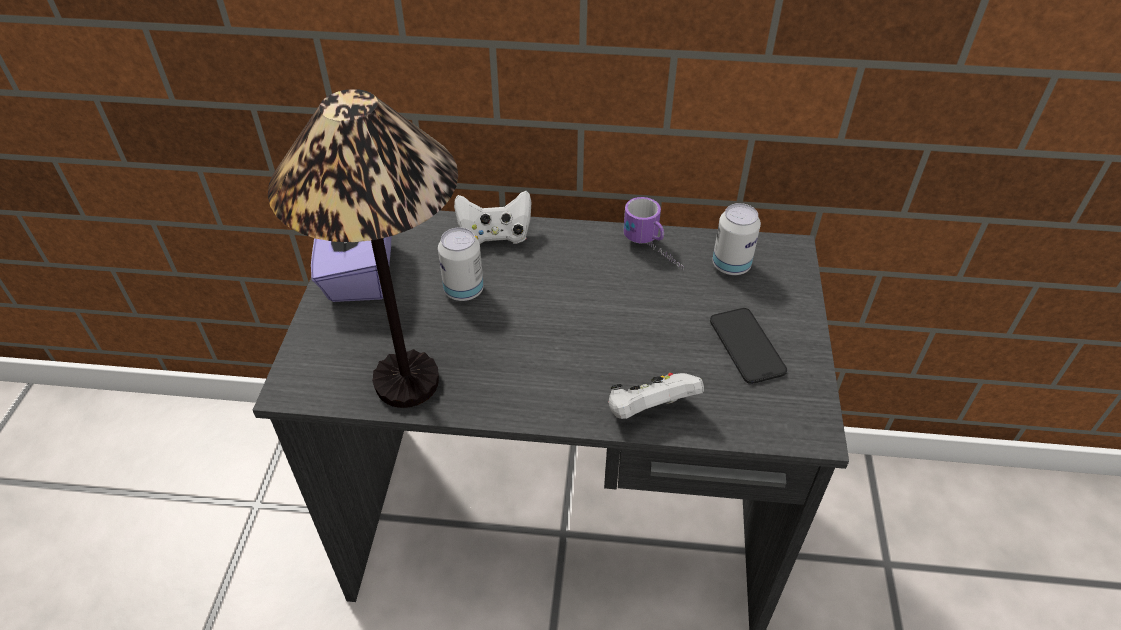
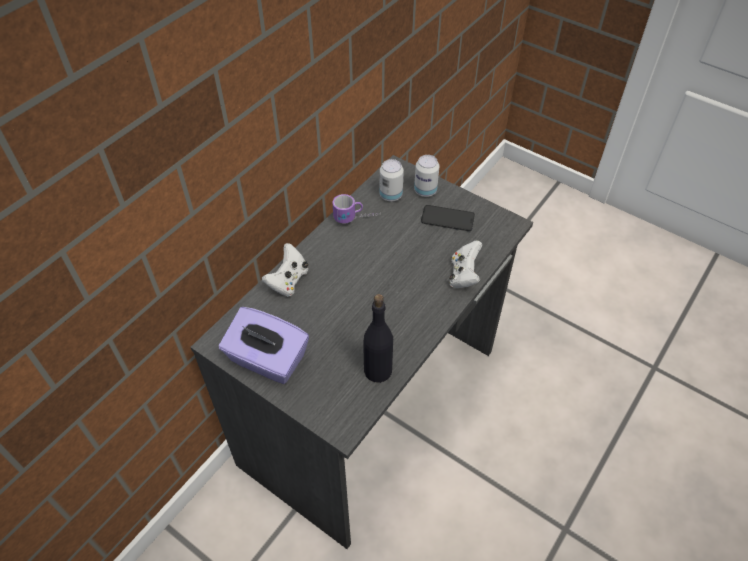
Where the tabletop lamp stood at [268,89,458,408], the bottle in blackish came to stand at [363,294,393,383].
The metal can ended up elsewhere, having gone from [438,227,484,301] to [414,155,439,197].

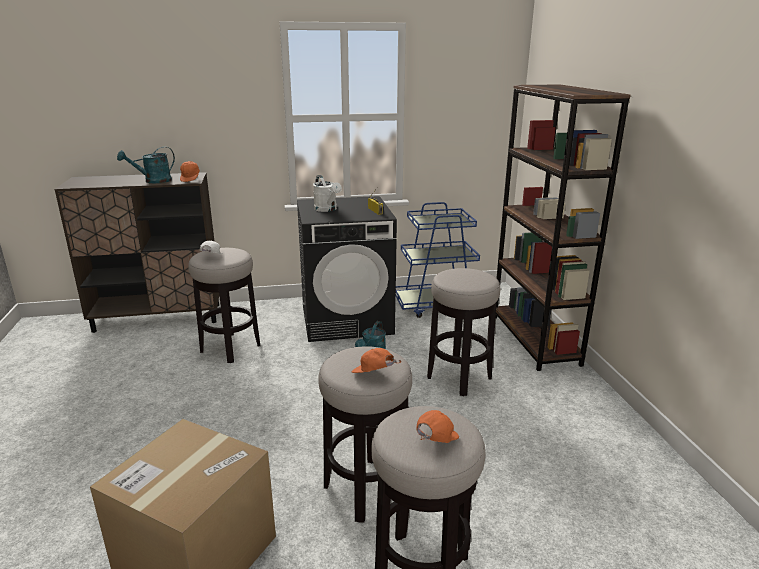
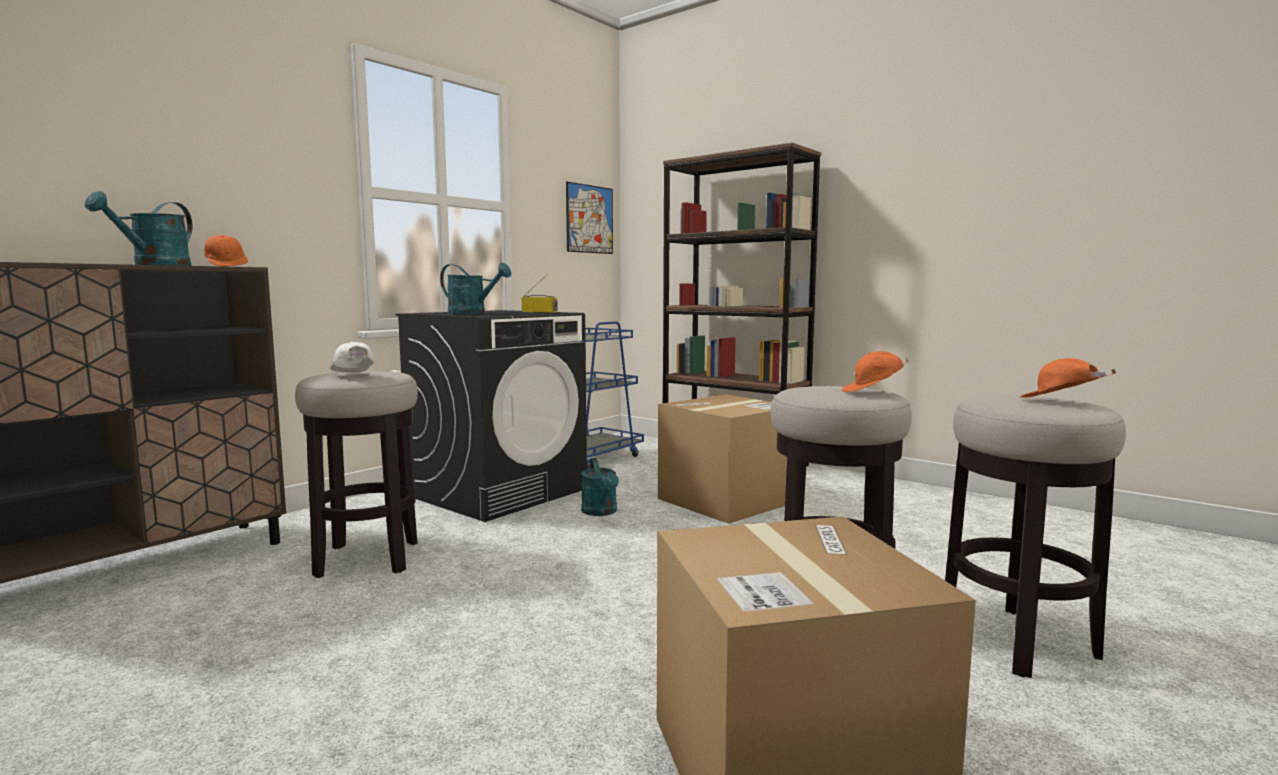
What was the watering can in white at [313,175,342,212] turned into the watering can in turquoise-coloured at [440,263,511,314].
The peaked cap in orange-coloured at [416,410,459,443] ended up facing another way, 45 degrees counterclockwise from before.
Where the stool stood at [427,268,500,396], the packing box came to stand at [658,395,787,524].
The second view gained the picture at [566,182,613,254].

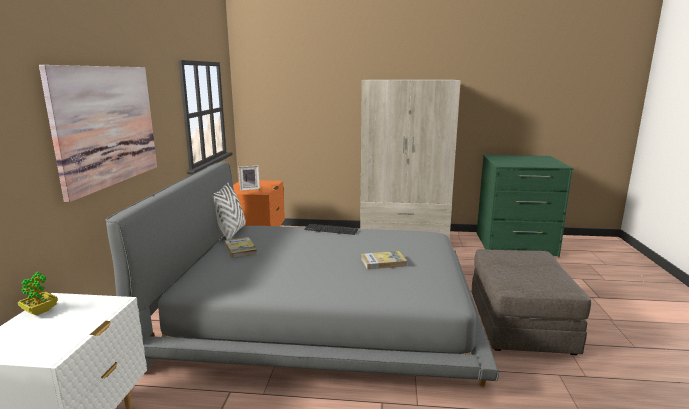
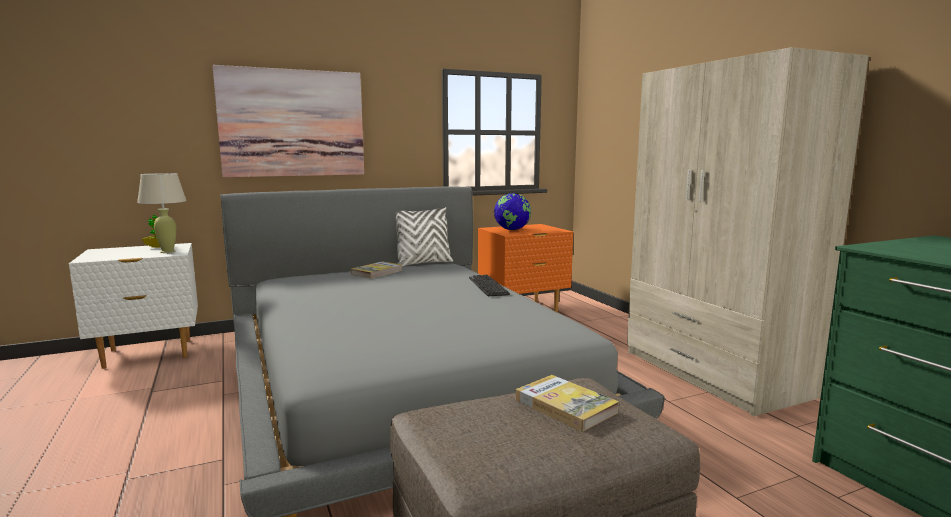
Where the picture frame stood at [238,166,260,191], the globe came to stand at [494,193,531,230].
The bound book ended up elsewhere, having gone from [361,251,407,270] to [516,375,619,432].
The second view gained the tabletop lamp in beige-coloured at [137,173,187,253].

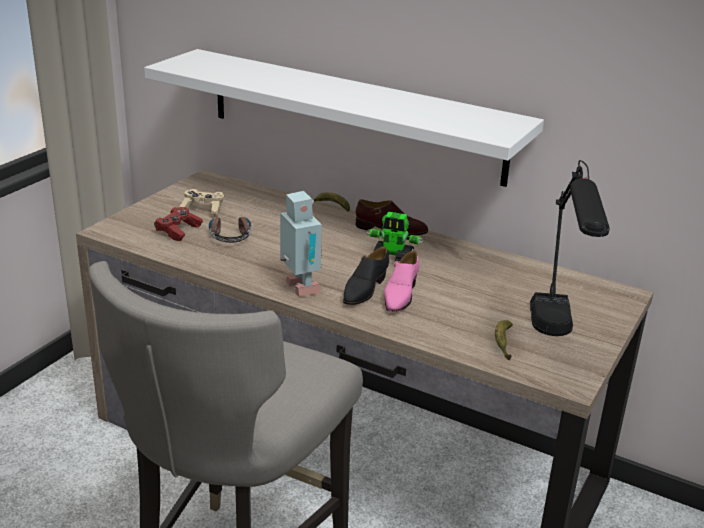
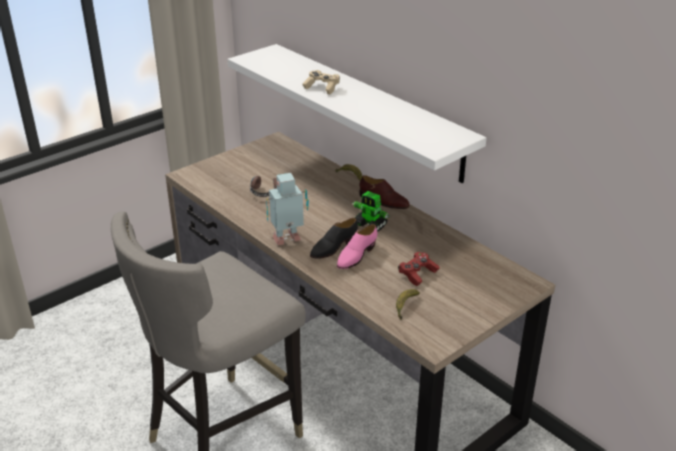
The gamepad in red ended up elsewhere, having gone from [154,207,203,241] to [398,252,440,286].
The gamepad in beige-coloured ended up elsewhere, having gone from [180,189,224,217] to [302,70,340,94].
The toy robot at [280,191,322,297] ended up facing another way, 105 degrees counterclockwise from before.
The second view lost the tabletop lamp in blackish at [530,160,609,336].

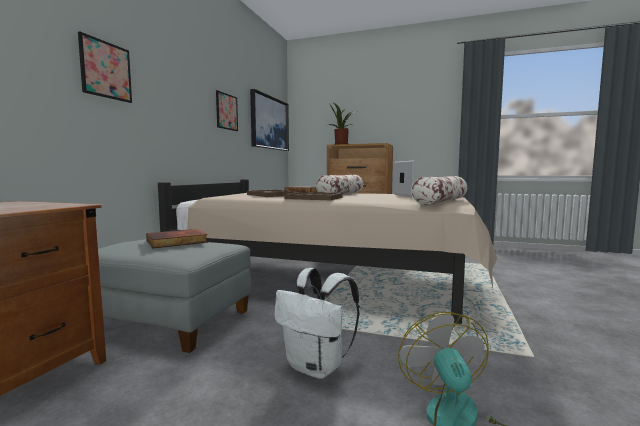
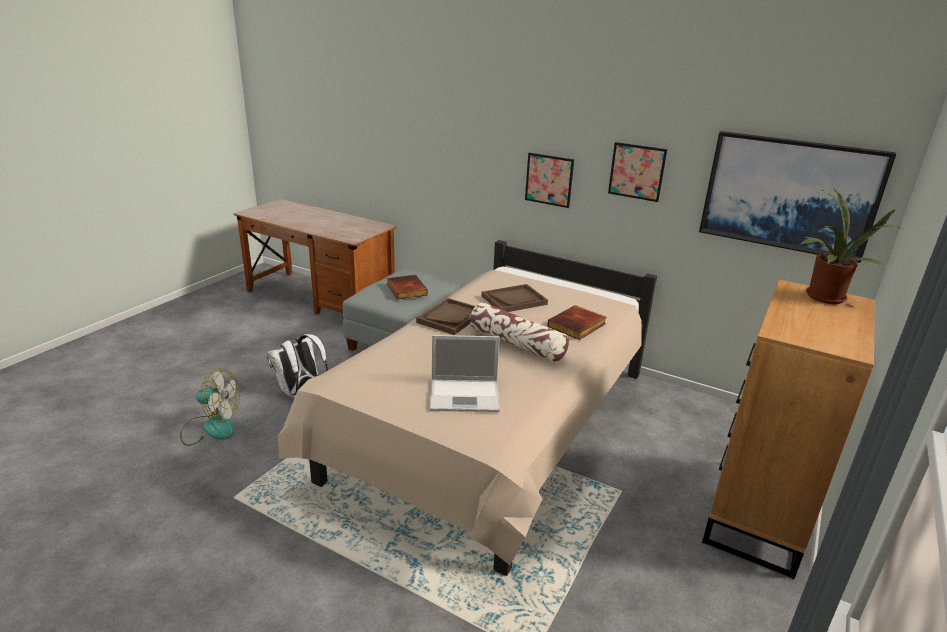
The picture ended up elsewhere, having gone from [78,31,132,103] to [525,153,574,208].
The second view lost the throw pillow at [411,176,467,205].

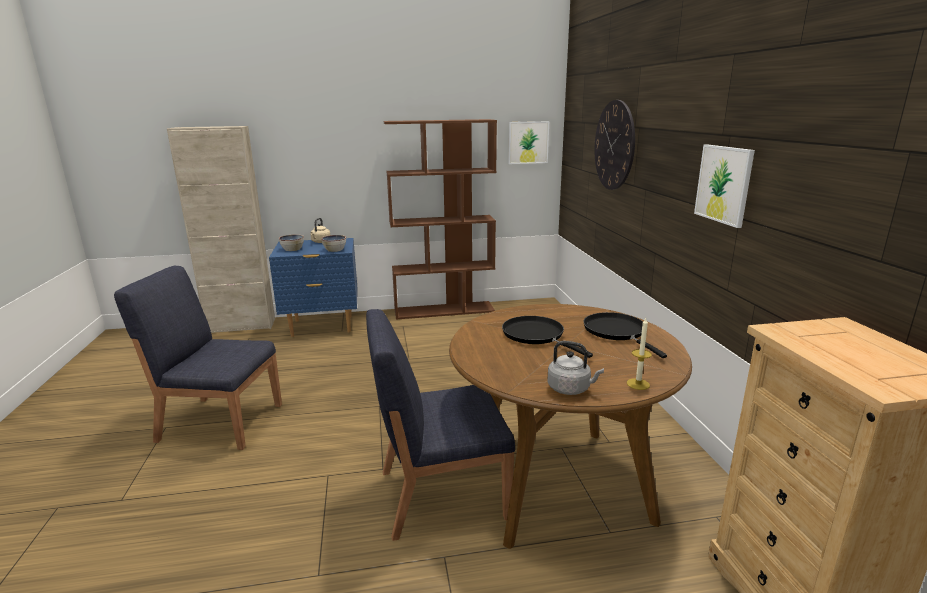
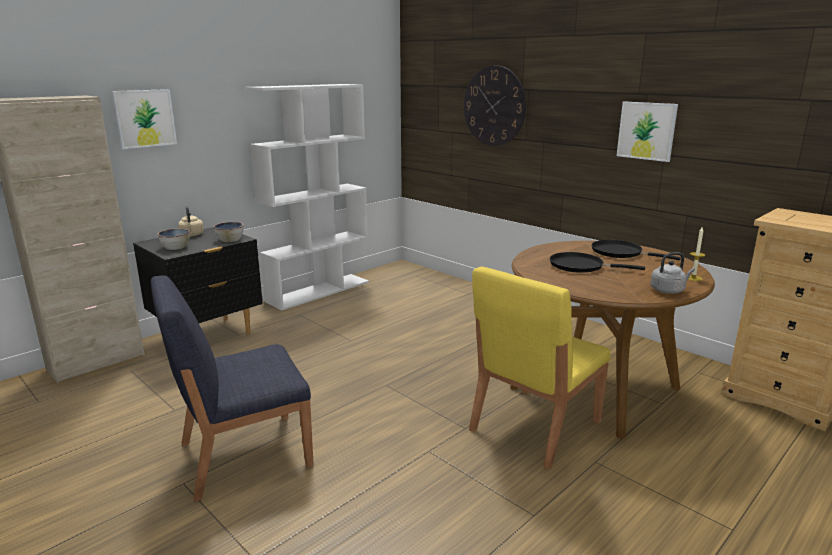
What was the nightstand in bluish at [269,238,358,337] turned into the nightstand in blackish at [133,227,263,334].
What was the plain chair in bluish at [366,309,515,541] turned into the plain chair in yellowish at [469,266,610,469].
What was the bookshelf in brown at [384,119,497,320] turned into the bookshelf in white at [245,84,369,311].
The picture ended up elsewhere, having gone from [508,121,549,164] to [112,89,177,149].

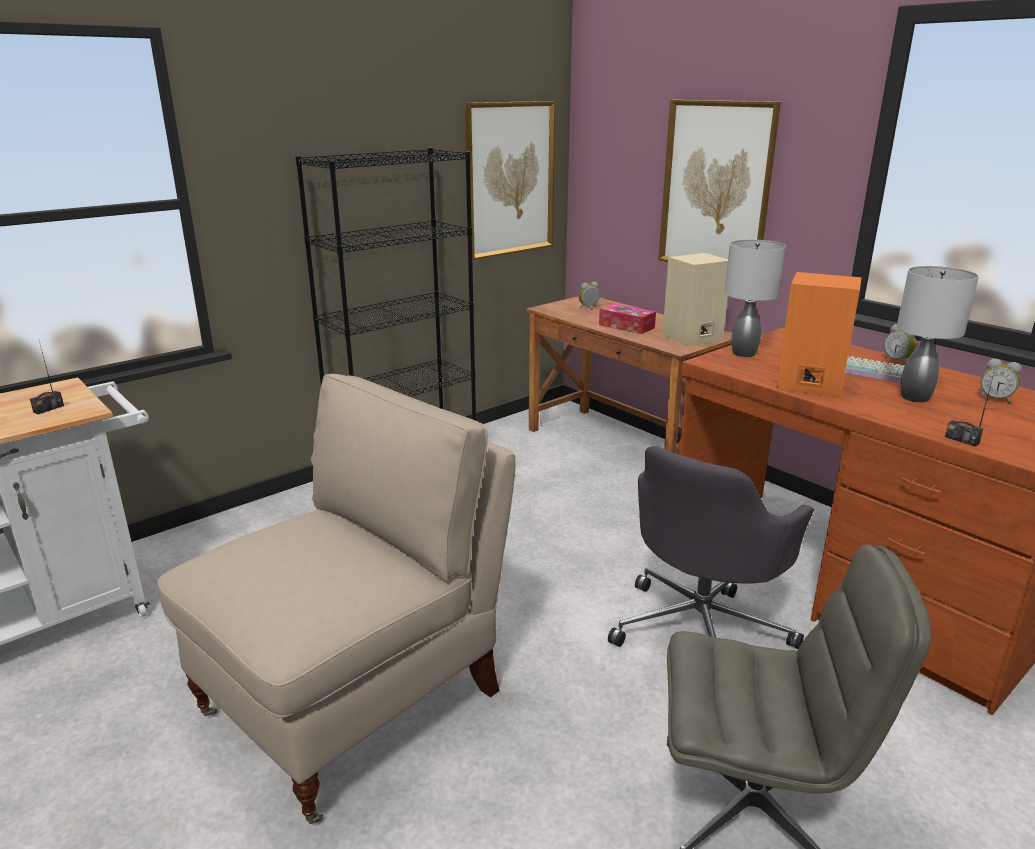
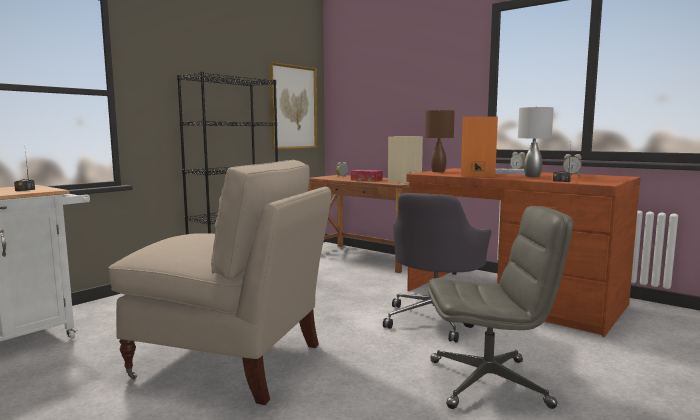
The plain chair in beige-coloured at [157,374,516,824] ended up facing another way, 75 degrees clockwise from before.
The second view lost the picture at [658,100,781,262].
What was the tabletop lamp in grey at [725,239,786,357] turned into the tabletop lamp in brown at [425,110,455,172].

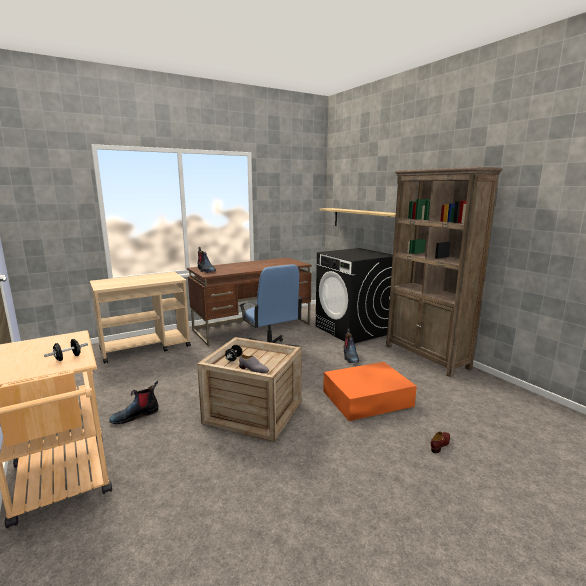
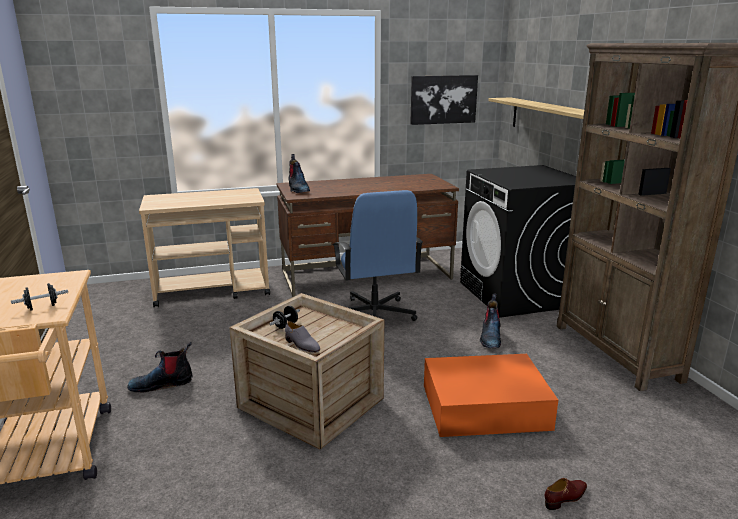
The second view gained the picture at [410,75,478,125].

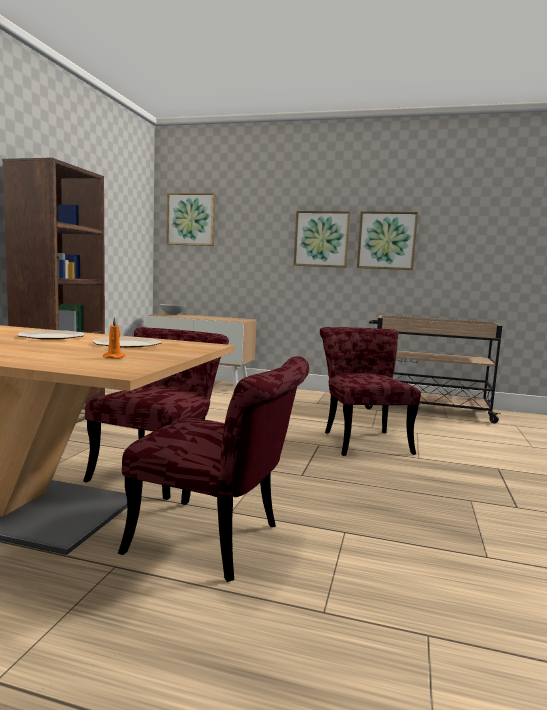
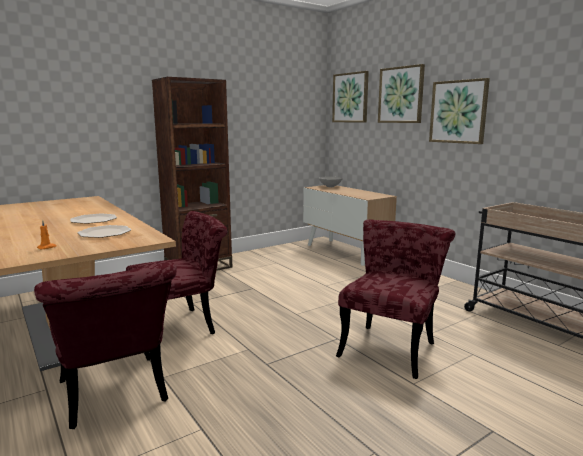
The picture ended up elsewhere, having gone from [357,211,418,270] to [378,64,425,123].

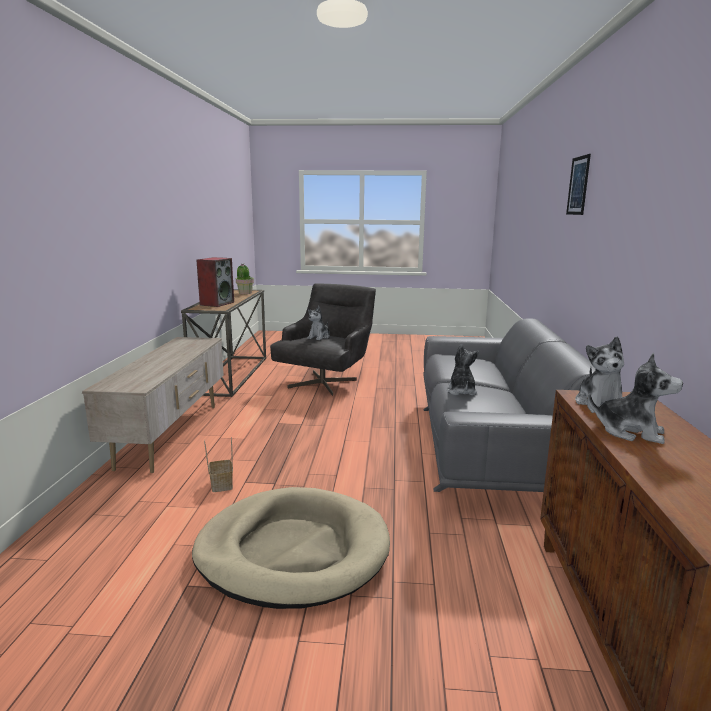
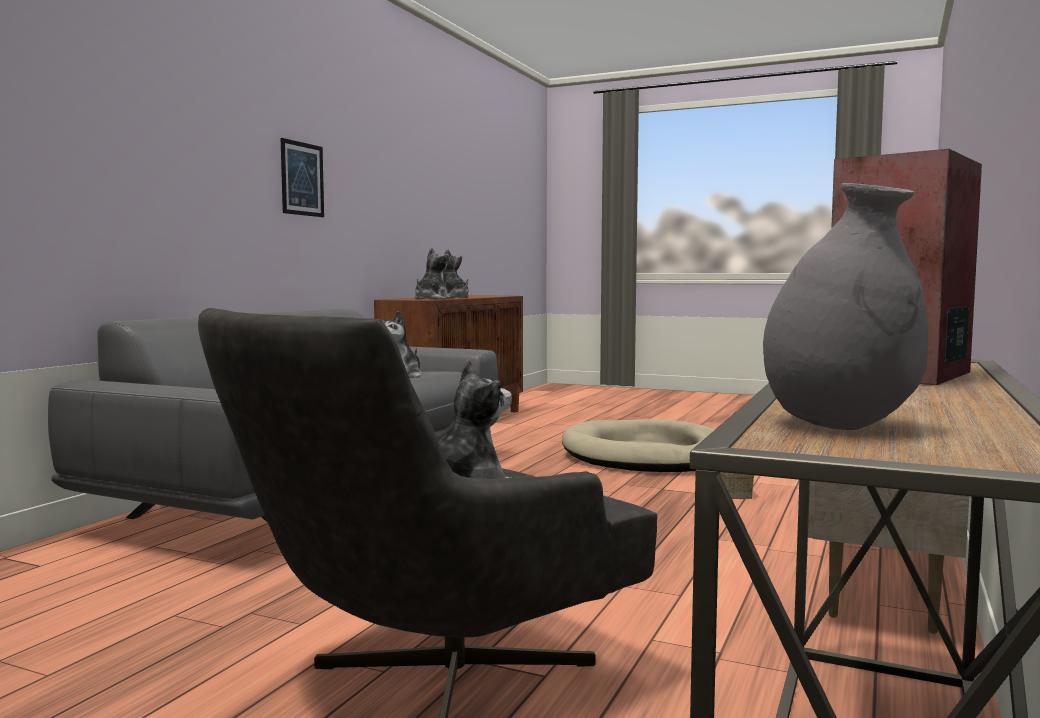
Where the potted plant stood at [236,264,254,294], the decorative vase in grey came to stand at [763,183,928,430].
The picture ended up elsewhere, having gone from [566,154,591,215] to [281,138,324,217].

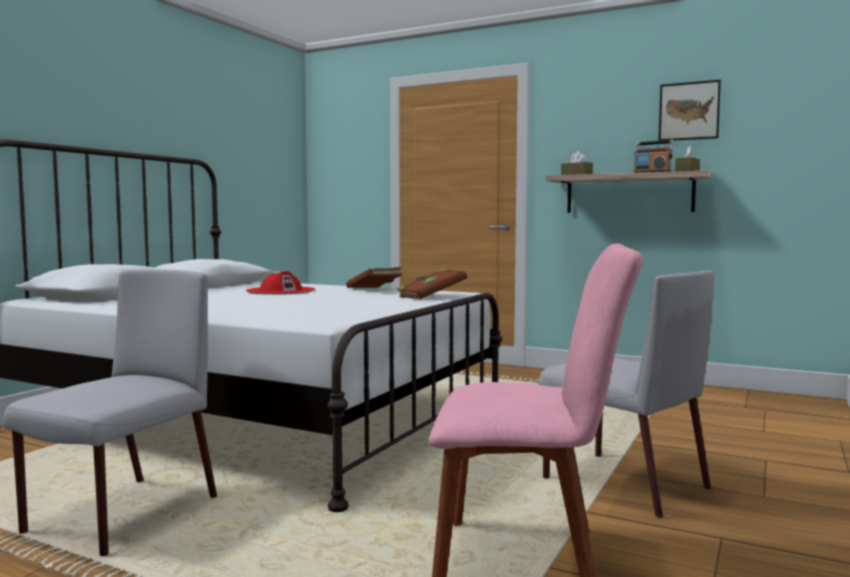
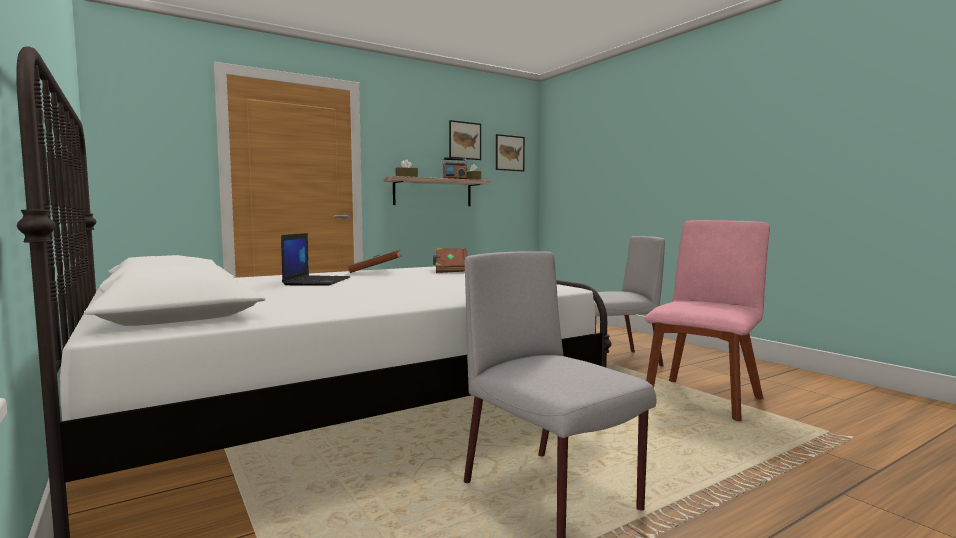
Where the hat in red stood at [246,270,316,295], the portable computer came to stand at [281,233,350,286].
The second view gained the picture at [496,134,525,171].

